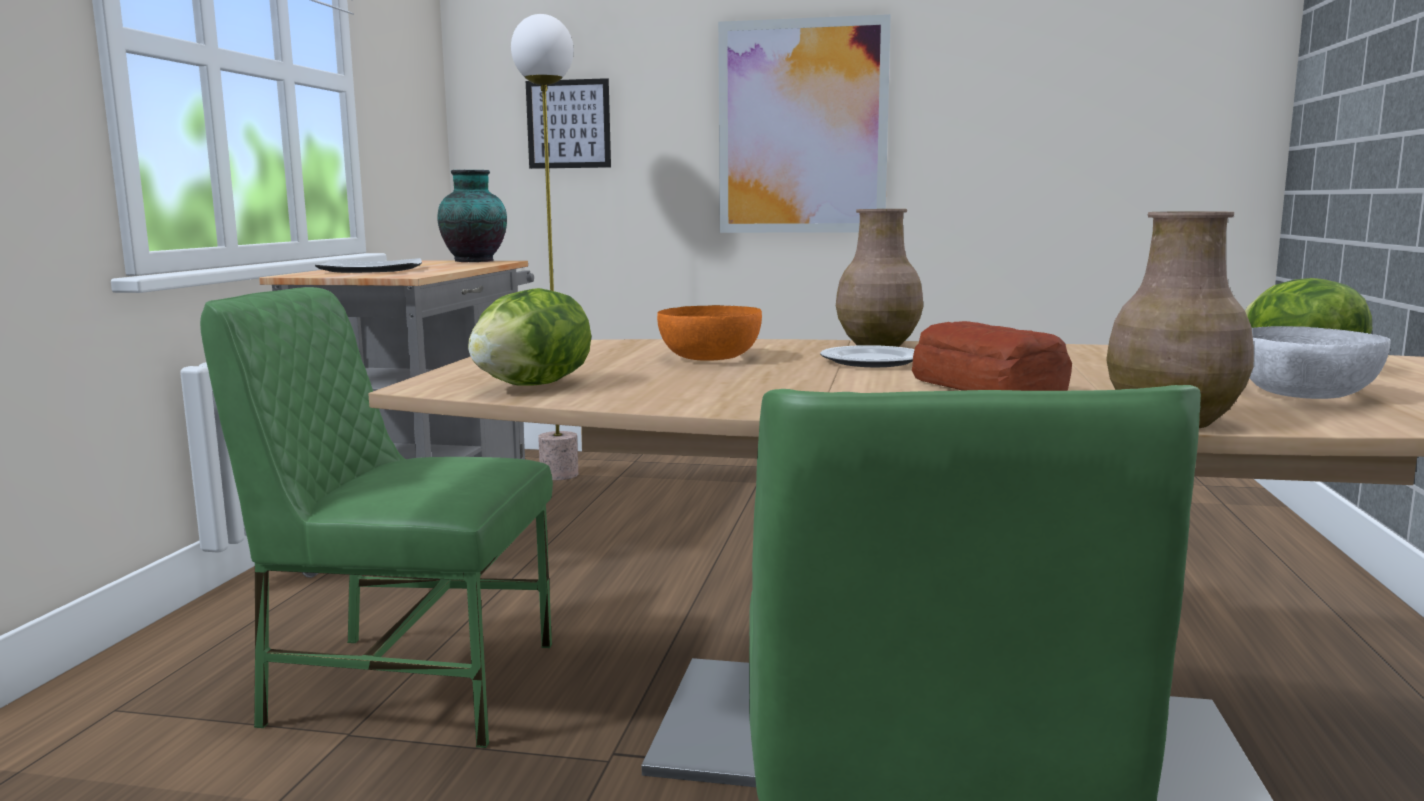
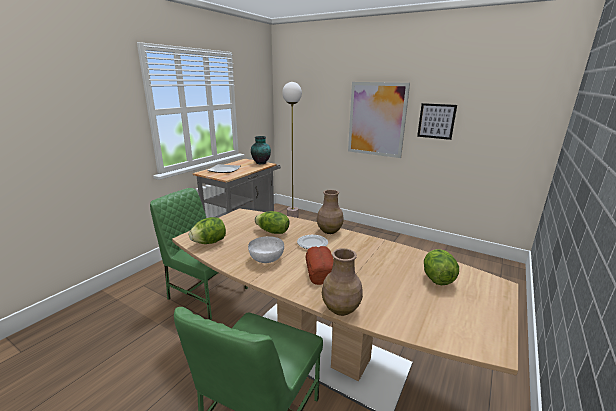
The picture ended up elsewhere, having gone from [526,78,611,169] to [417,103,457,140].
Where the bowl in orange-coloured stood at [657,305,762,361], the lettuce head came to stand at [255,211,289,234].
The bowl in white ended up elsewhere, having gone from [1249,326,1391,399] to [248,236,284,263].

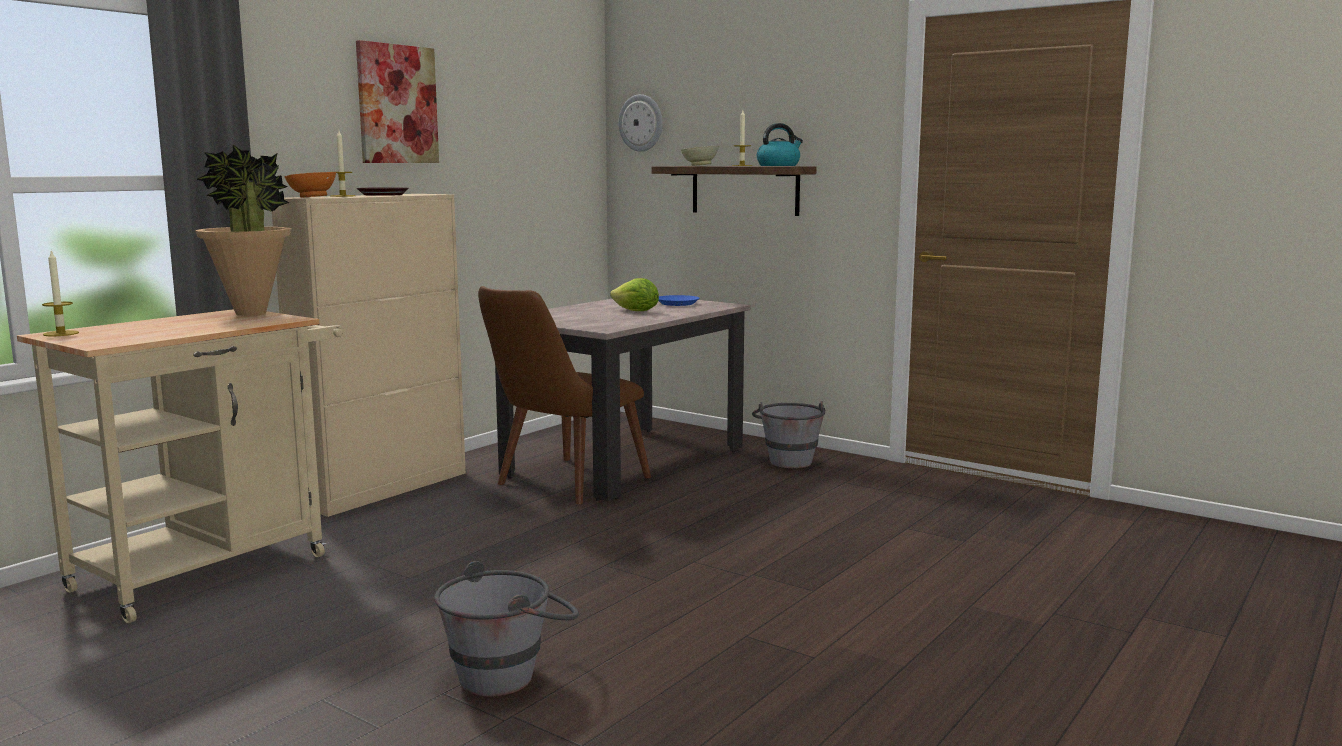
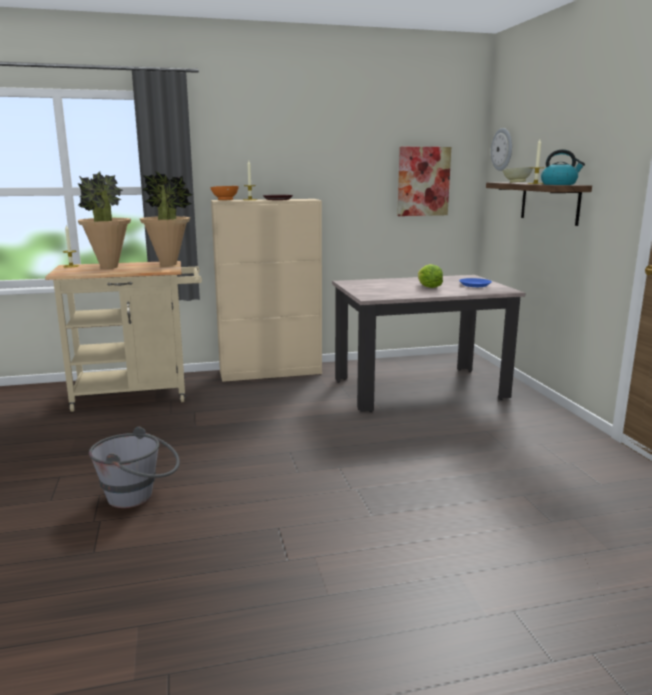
The picture ended up elsewhere, having gone from [356,40,439,163] to [397,147,451,216].
The second view lost the plain chair in brown at [478,286,651,504].
The second view lost the water bucket in grey at [752,401,825,468].
The second view gained the potted plant at [78,171,131,269].

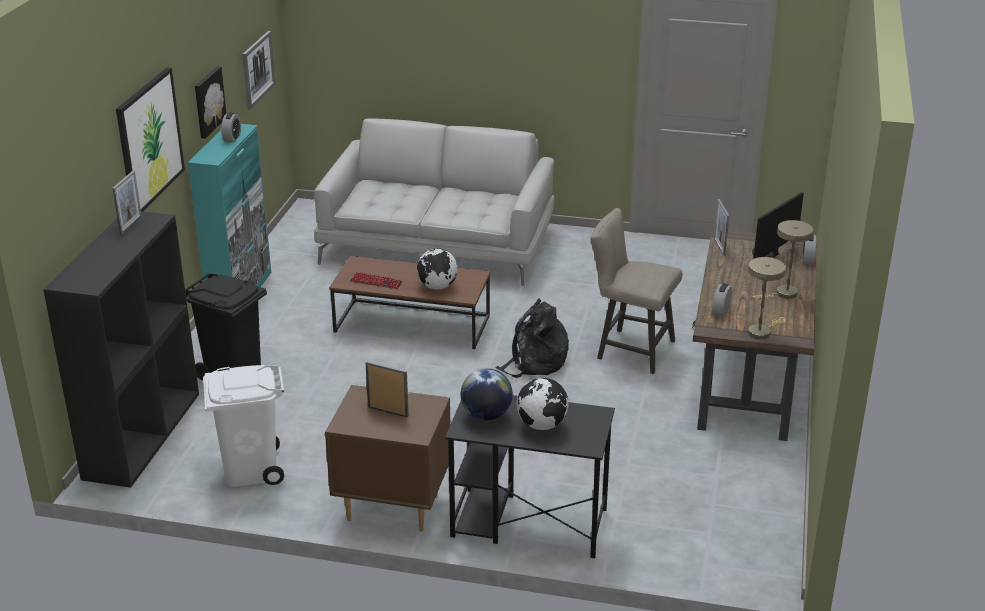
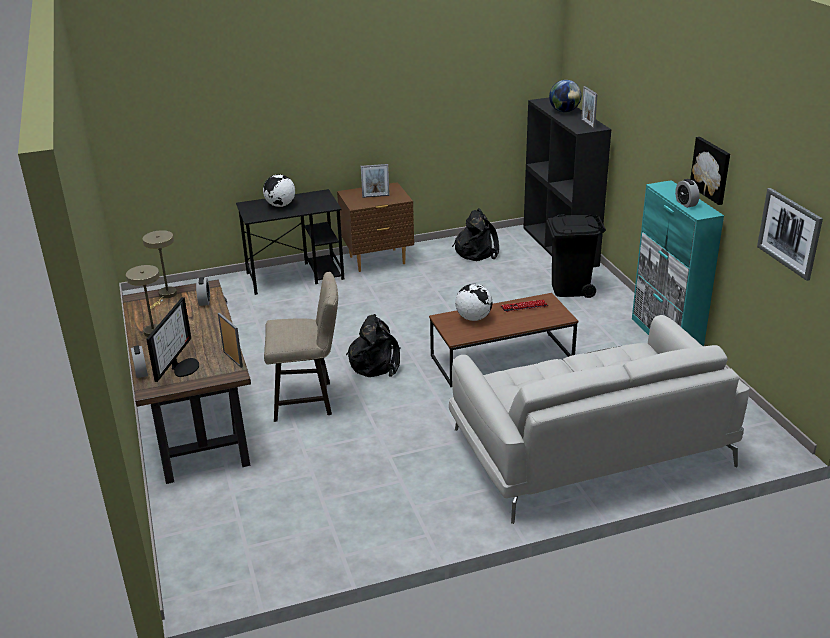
The second view lost the picture at [116,68,185,212].
Where the waste bin in white stood at [203,365,284,487], the rucksack in blackish came to stand at [452,208,499,261].
The globe ended up elsewhere, having gone from [461,368,513,420] to [549,80,581,112].

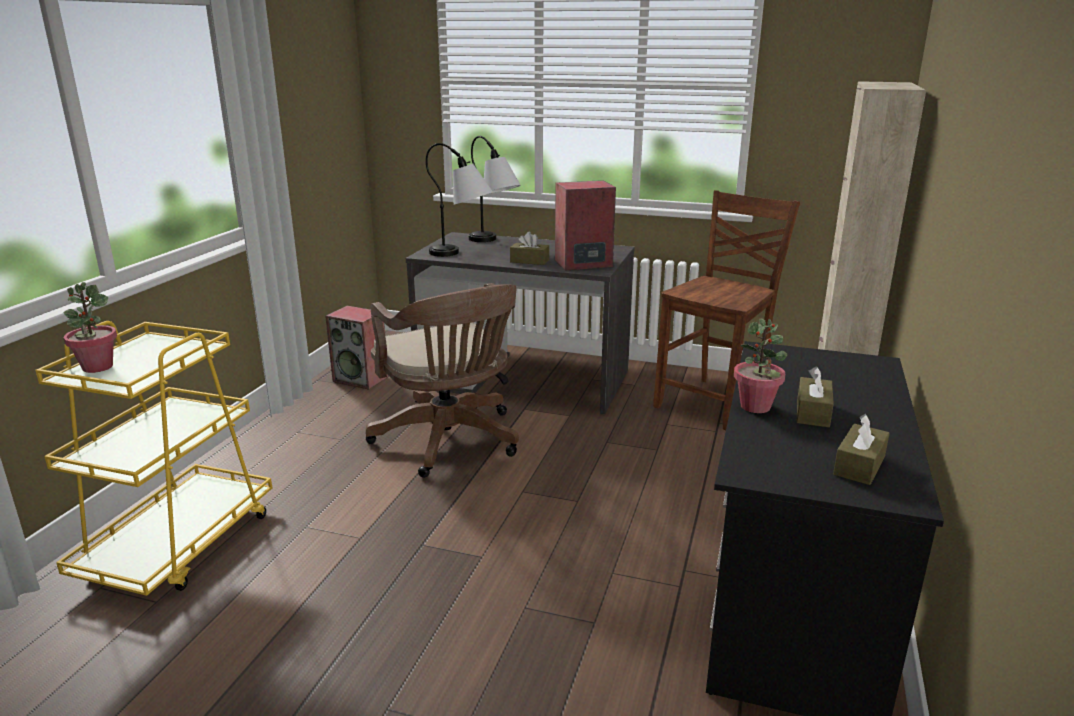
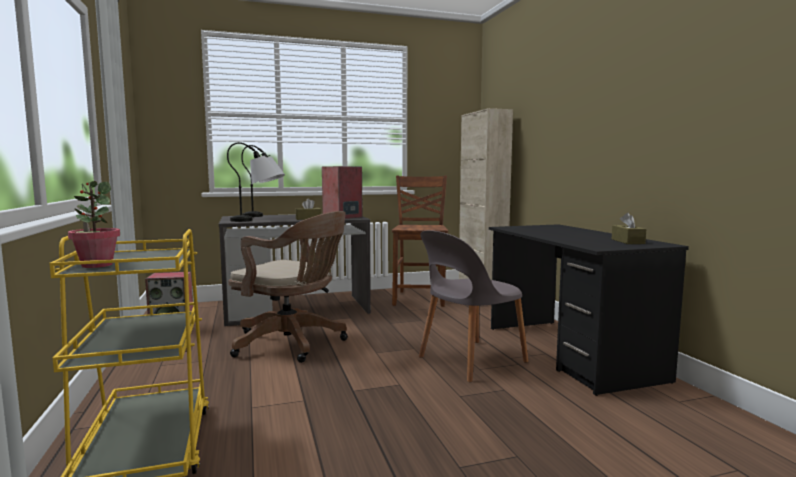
The second view lost the potted plant at [734,318,788,413].
The second view lost the tissue holder in brown at [797,366,834,428].
The second view gained the plain chair in grey at [419,230,529,382].

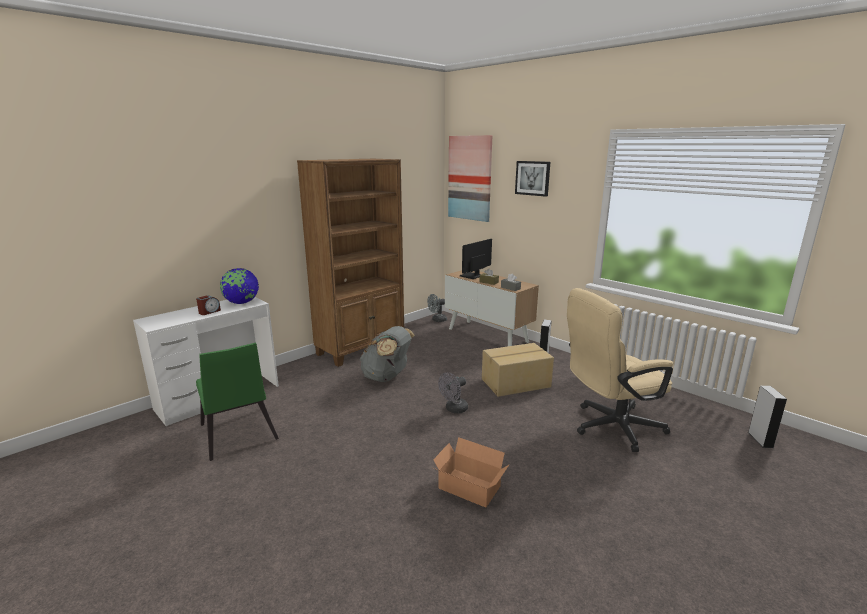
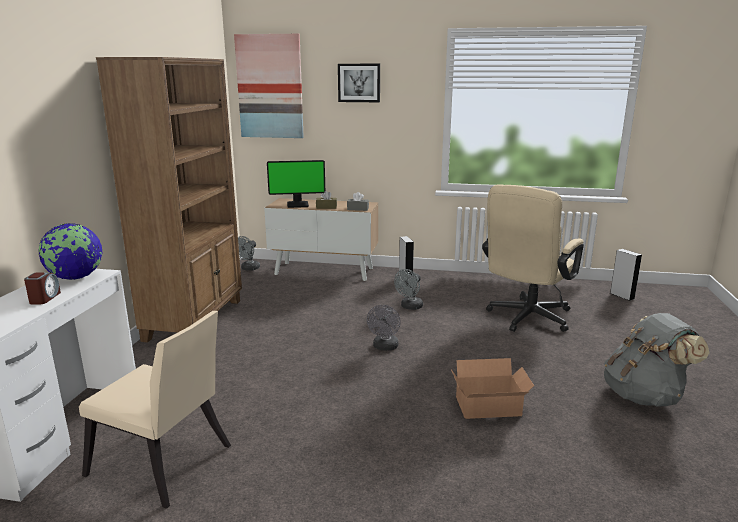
What was the plain chair in greenish at [196,343,279,461] turned into the plain chair in beige-coloured at [79,311,231,509].
The rucksack in grey ended up elsewhere, having gone from [360,326,415,382] to [604,313,710,406].
The computer display at [459,239,492,279] ended up facing another way, 105 degrees counterclockwise from before.
Where the packing box stood at [482,343,554,397], the electric fan in grey came to stand at [394,269,423,310].

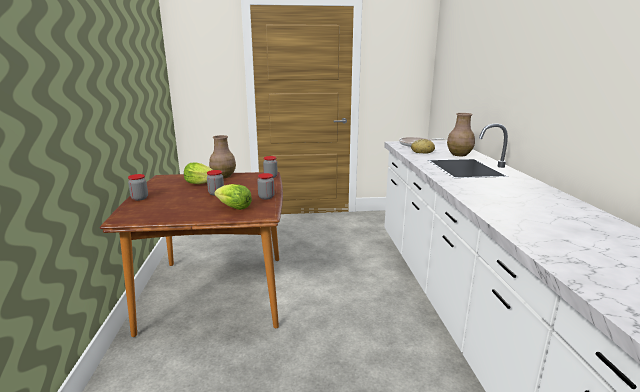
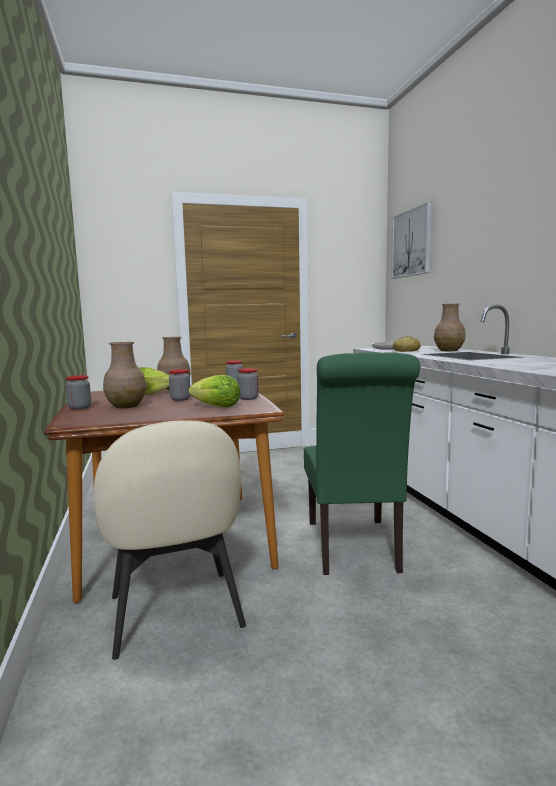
The second view gained the plain chair in beige-coloured at [94,420,246,660].
The second view gained the decorative vase in brown at [103,342,146,408].
The second view gained the plain chair in greenish at [304,352,420,575].
The second view gained the picture at [391,202,432,279].

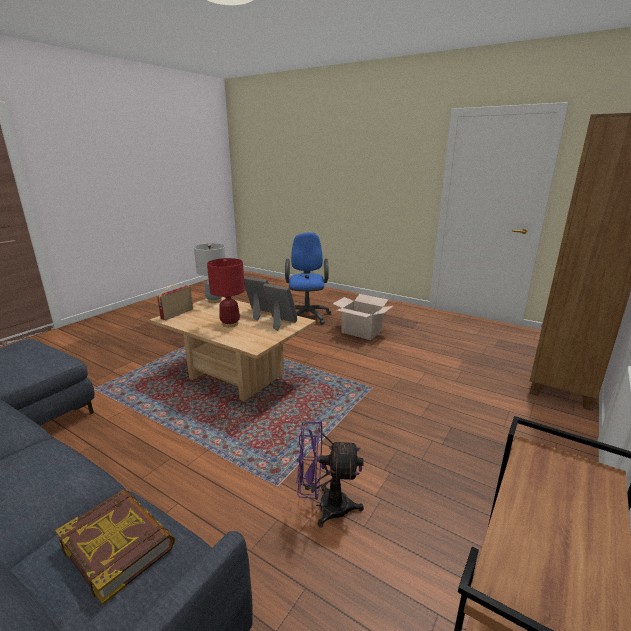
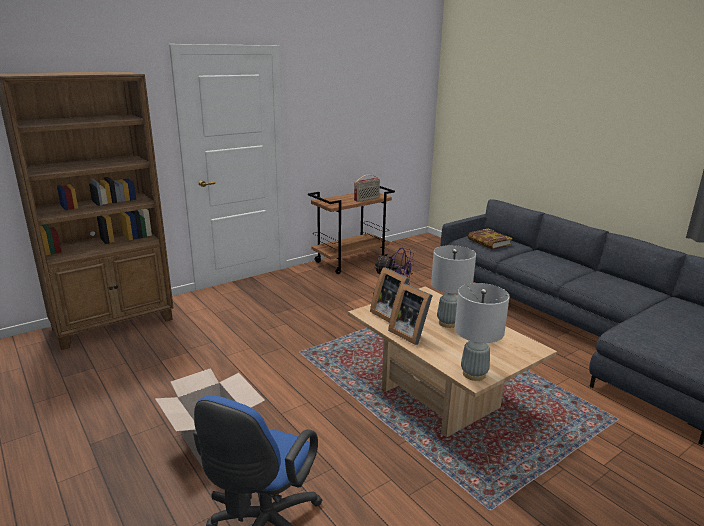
The radio ended up elsewhere, having gone from [157,284,193,320] to [354,175,380,202].
What was the tabletop lamp in red at [207,258,245,327] turned into the tabletop lamp in grey at [431,245,476,328].

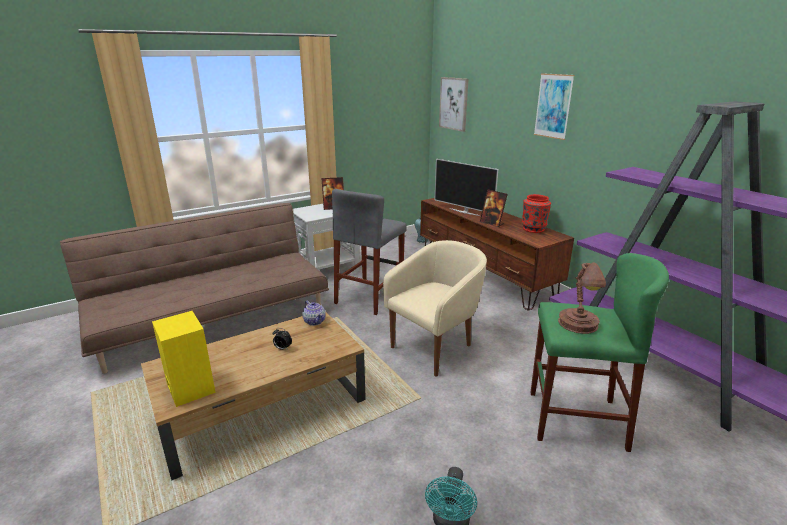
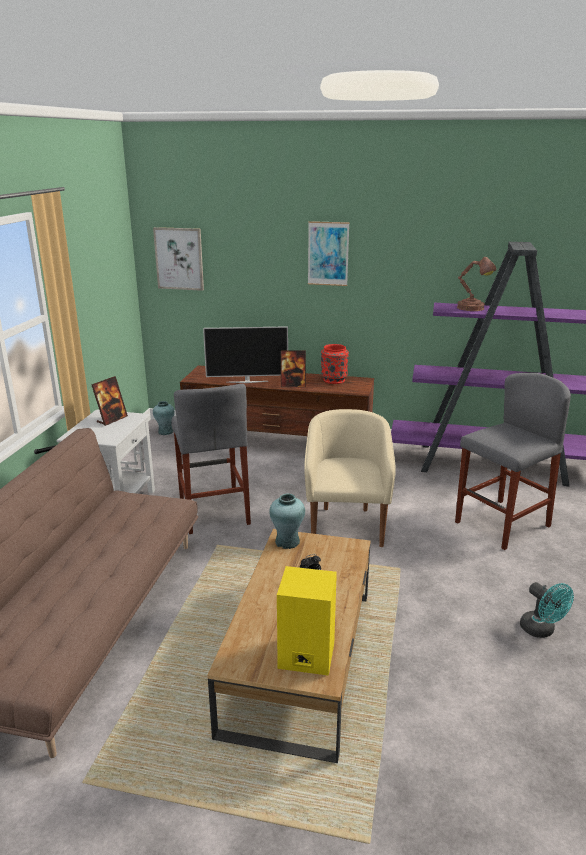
Where the pot for tea stood at [302,301,326,326], the decorative vase in turquoise-coloured came to stand at [269,493,305,549].
What was the stool in greenish at [530,253,669,452] turned into the stool in grey at [455,373,571,550].
The tabletop lamp in brown ended up elsewhere, having gone from [558,263,606,334] to [457,257,496,311].

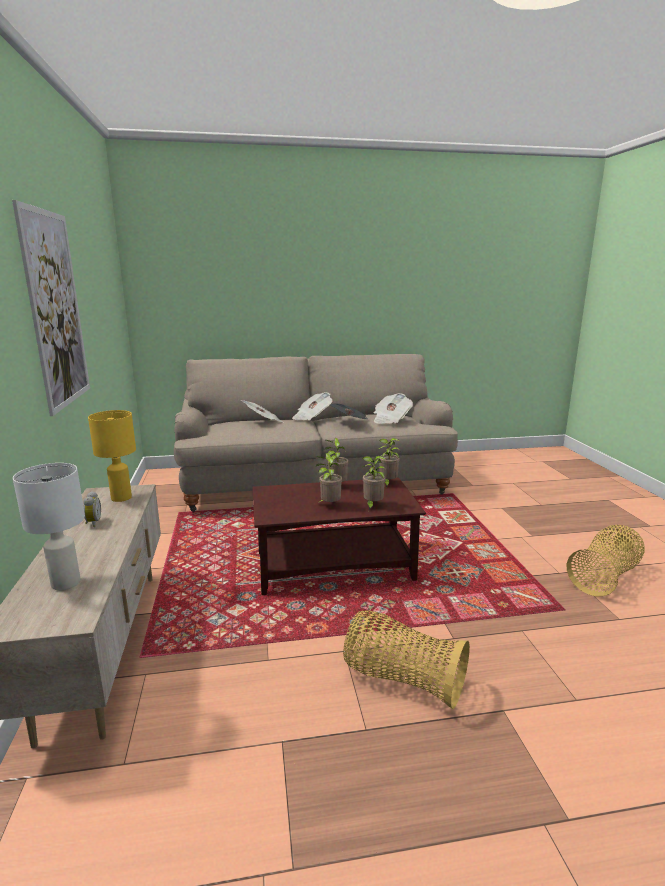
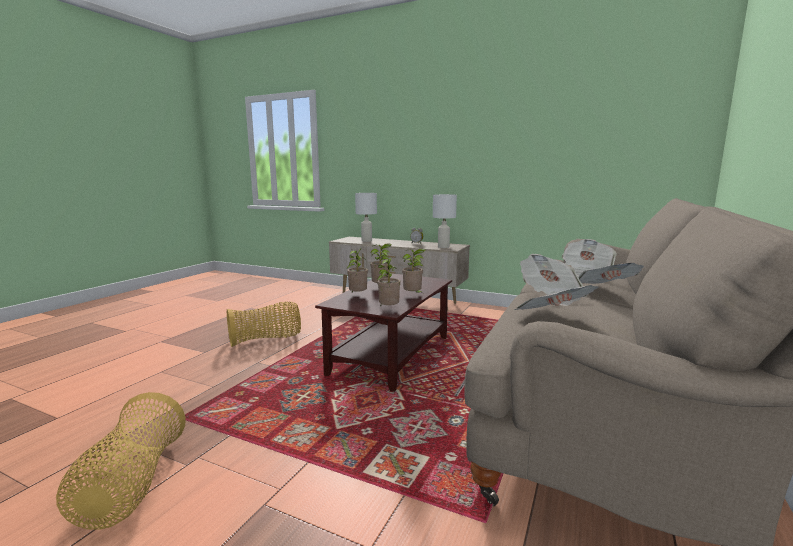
The second view lost the picture at [12,200,90,416].
What was the tabletop lamp in yellowish at [88,410,136,502] turned into the tabletop lamp in white at [433,194,457,248].

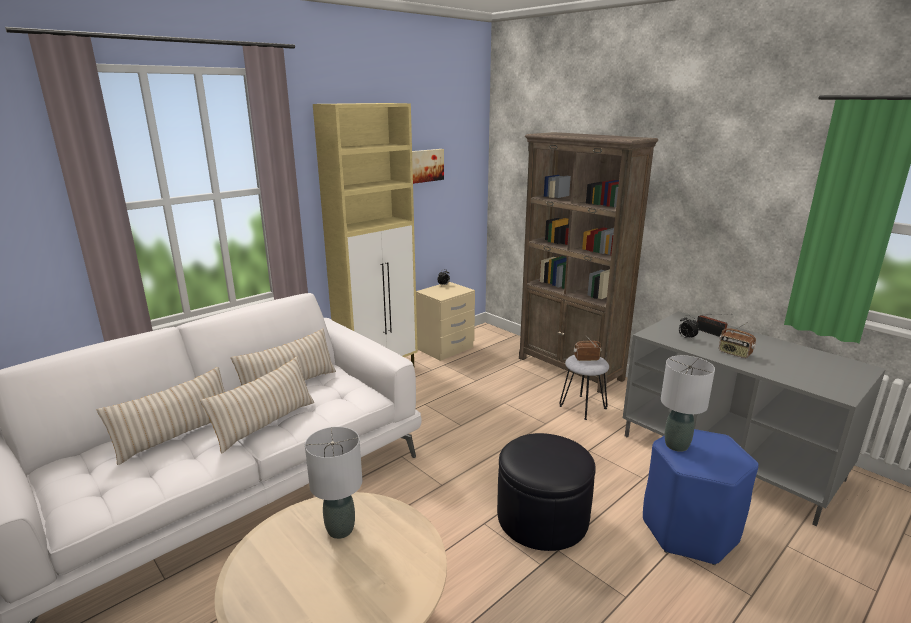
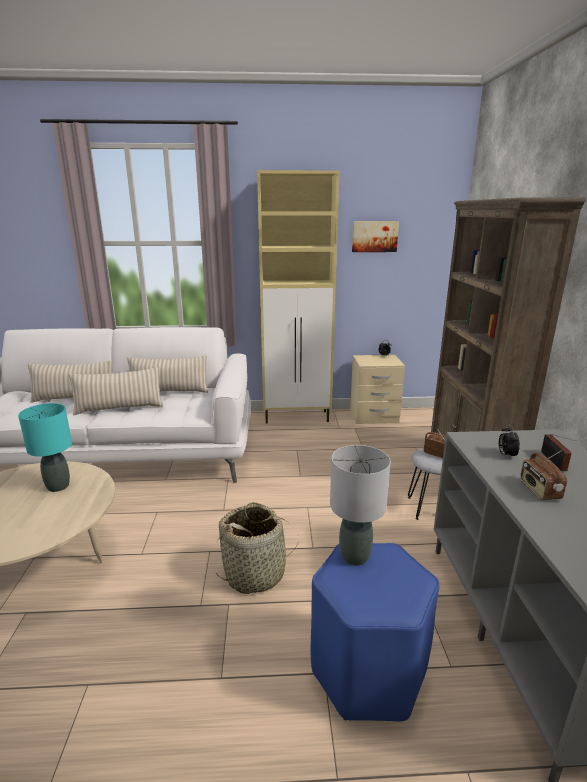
What was the tabletop lamp in grey at [305,427,362,539] turned into the tabletop lamp in turquoise-coloured at [18,403,72,492].
Where the pouffe in blackish stood at [497,433,596,551], the household basket came to stand at [216,502,298,594].

